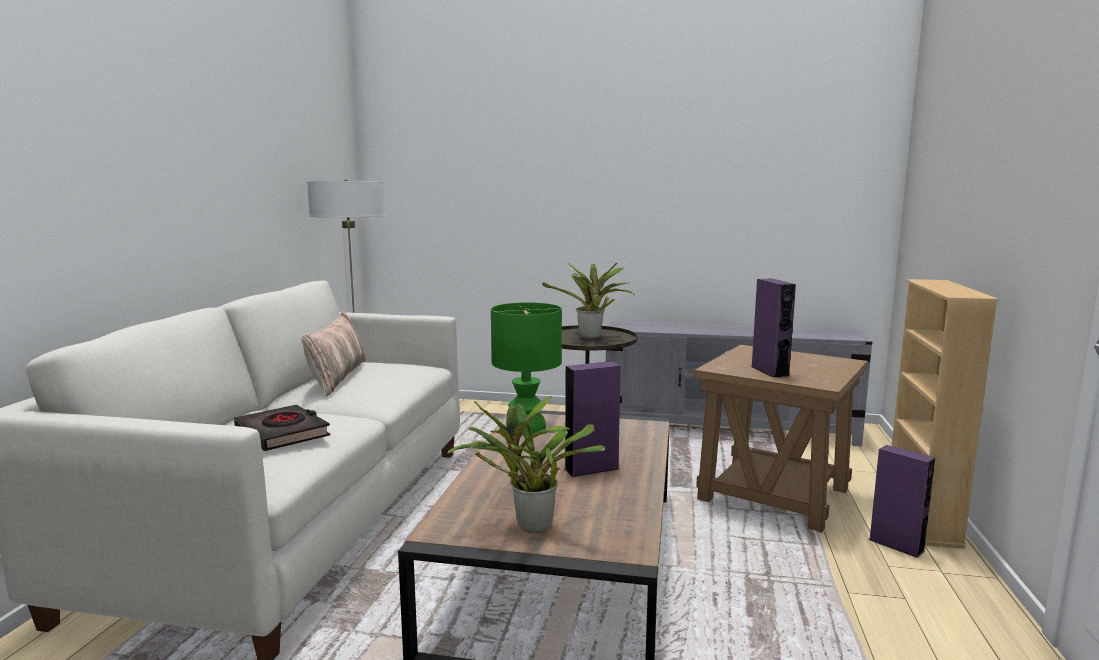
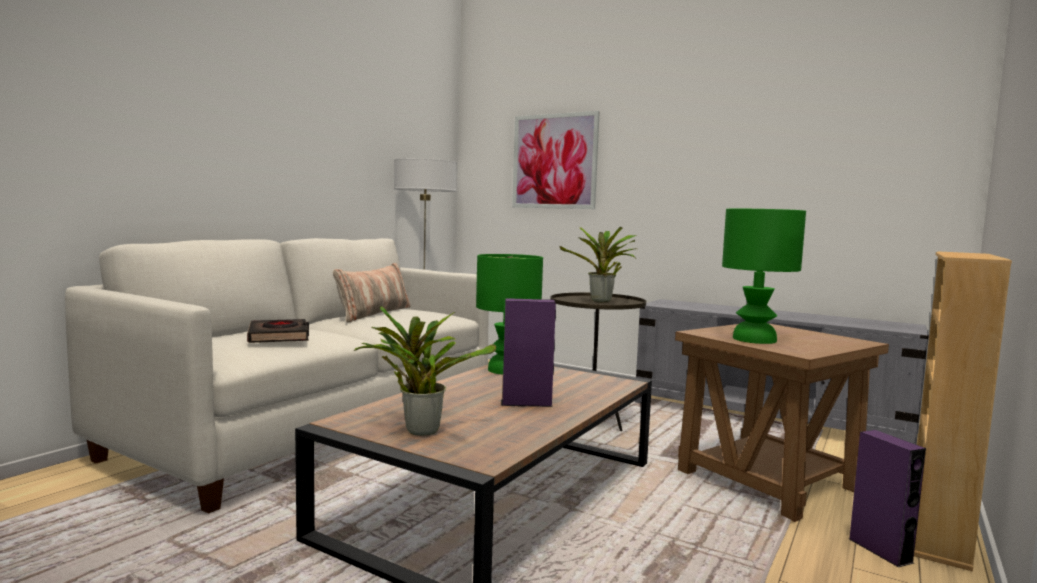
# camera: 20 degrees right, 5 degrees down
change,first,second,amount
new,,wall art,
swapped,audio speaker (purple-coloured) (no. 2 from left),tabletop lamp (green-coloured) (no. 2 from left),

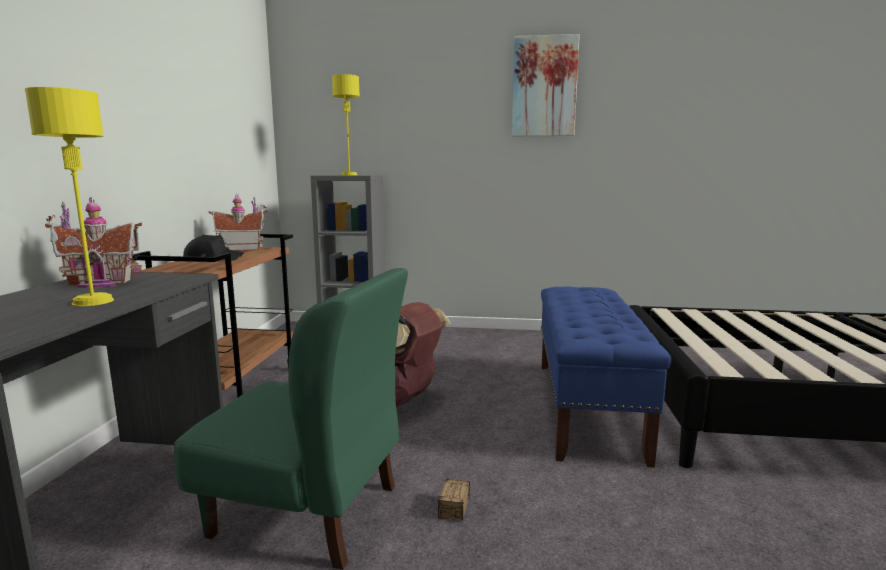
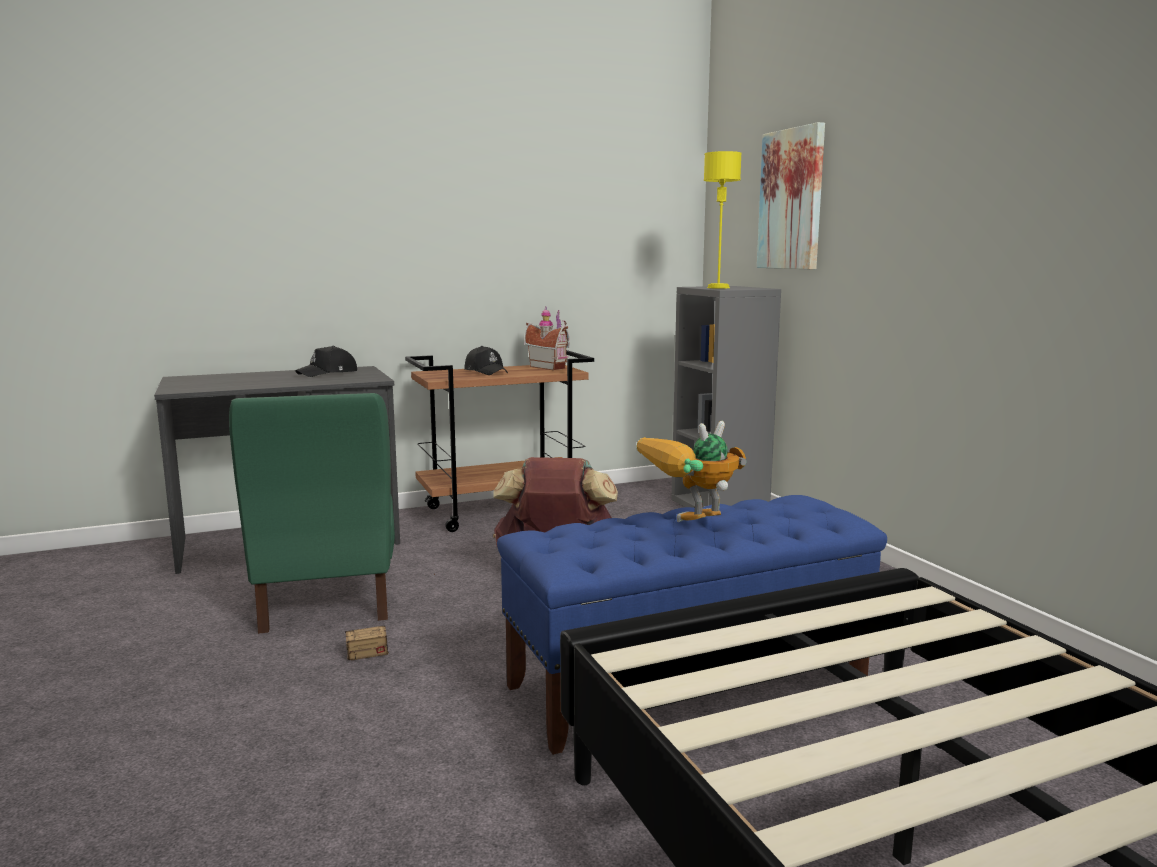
# camera: 60 degrees right, 0 degrees up
change,first,second,amount
swapped,model house (no. 1 from left),peaked cap (black) (no. 1 from left),
new,,model robot,
shifted,wall art,,
gone,tabletop lamp (yellow) (no. 1 from left),,

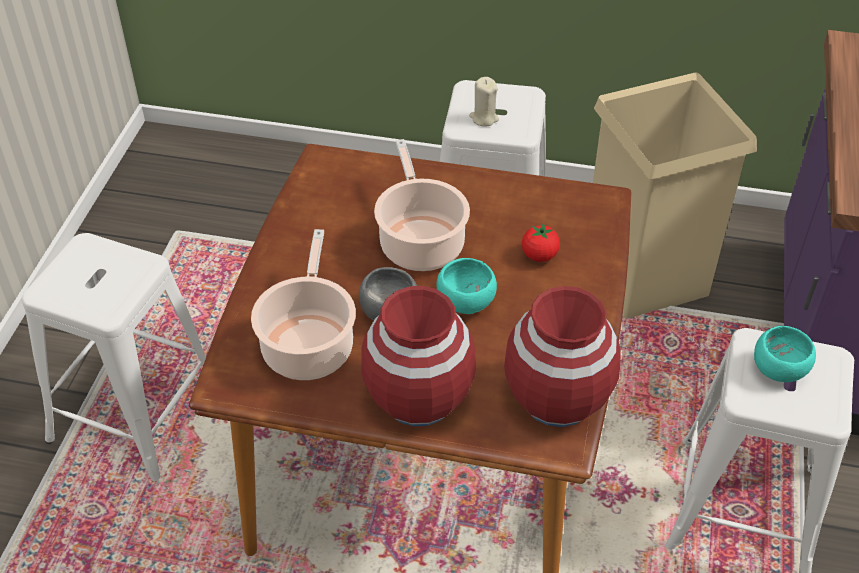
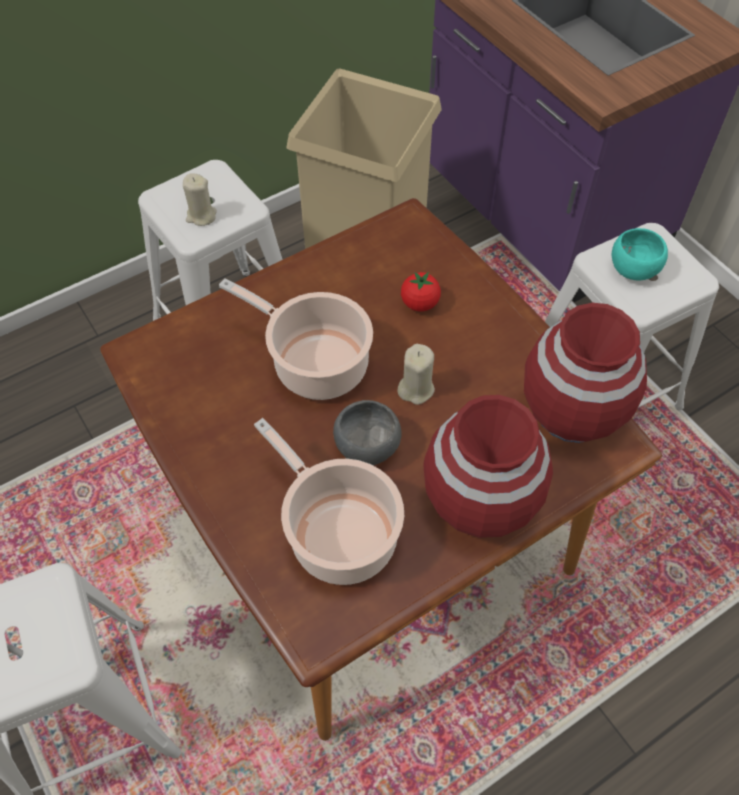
# camera: 45 degrees left, 10 degrees up
change,first,second,amount
swapped,deep dish (blue-green) (no. 1 from left),candle (beige) (no. 2 from left),

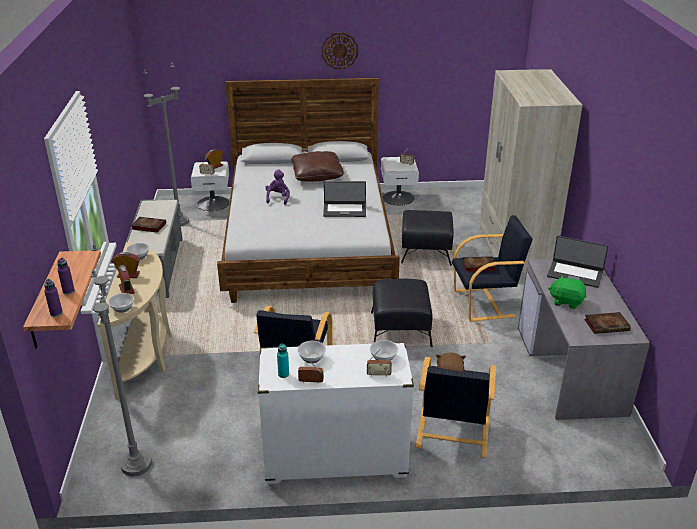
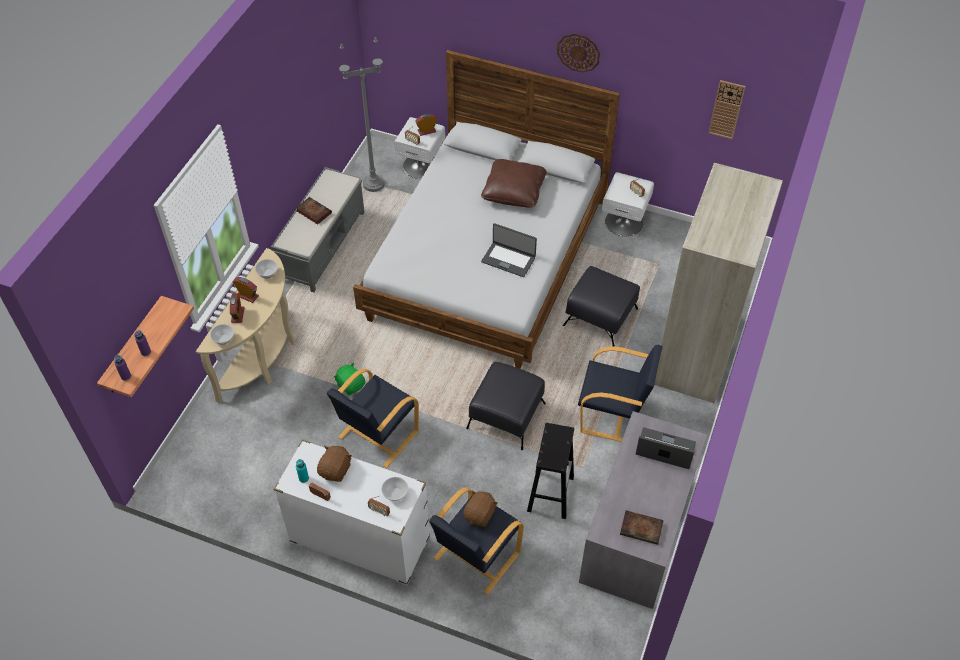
# camera: 25 degrees right, 20 degrees up
change,first,second,amount
swapped,deep dish (no. 3 from left),cuddly toy (brownish) (no. 1 from left),
shifted,cuddly toy (green-coloured),,
new,,stool (black),
rotated,notebook computer (no. 2 from left),,150 degrees clockwise
new,,clock on the wall (no. 2 from left),
gone,standard lamp (grey) (no. 1 from left),,
gone,cuddly toy (purple-coloured),,
gone,bound book (no. 2 from left),,

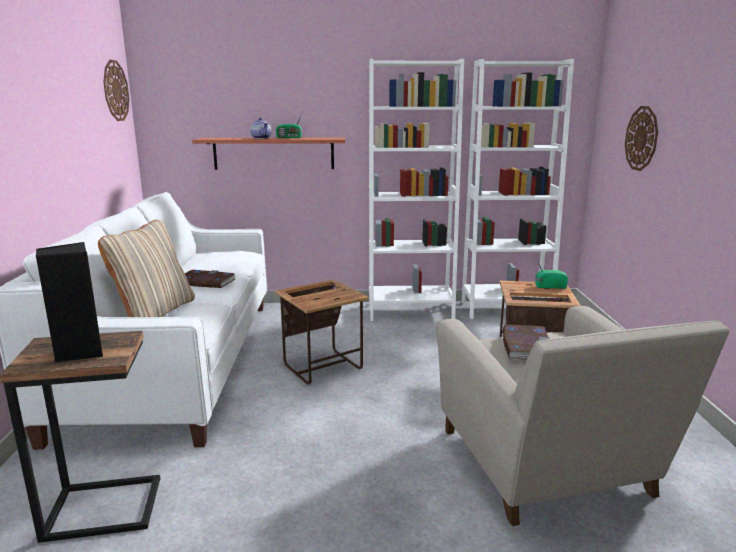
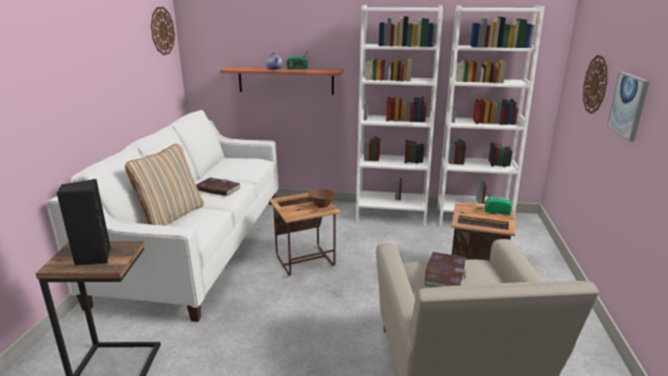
# camera: 10 degrees right, 5 degrees up
change,first,second,amount
new,,deep dish (brownish),
new,,wall art,

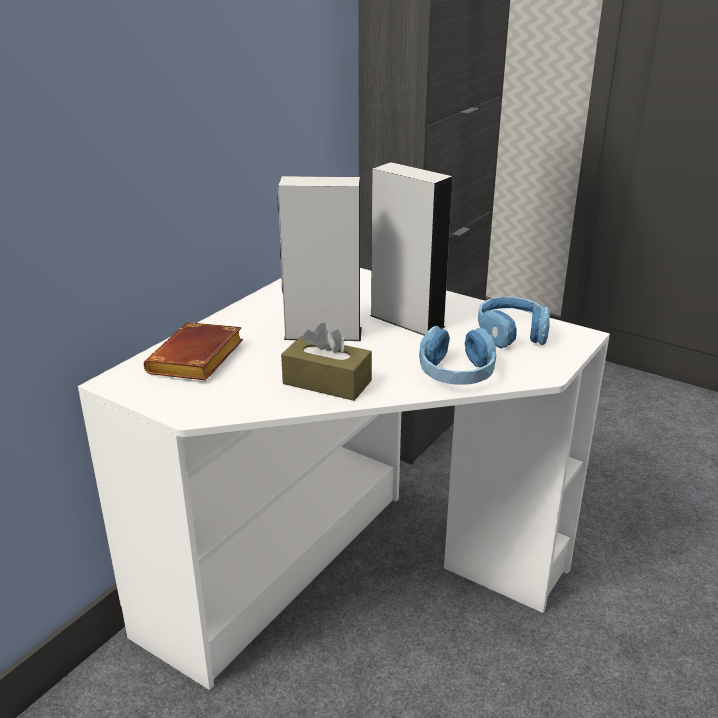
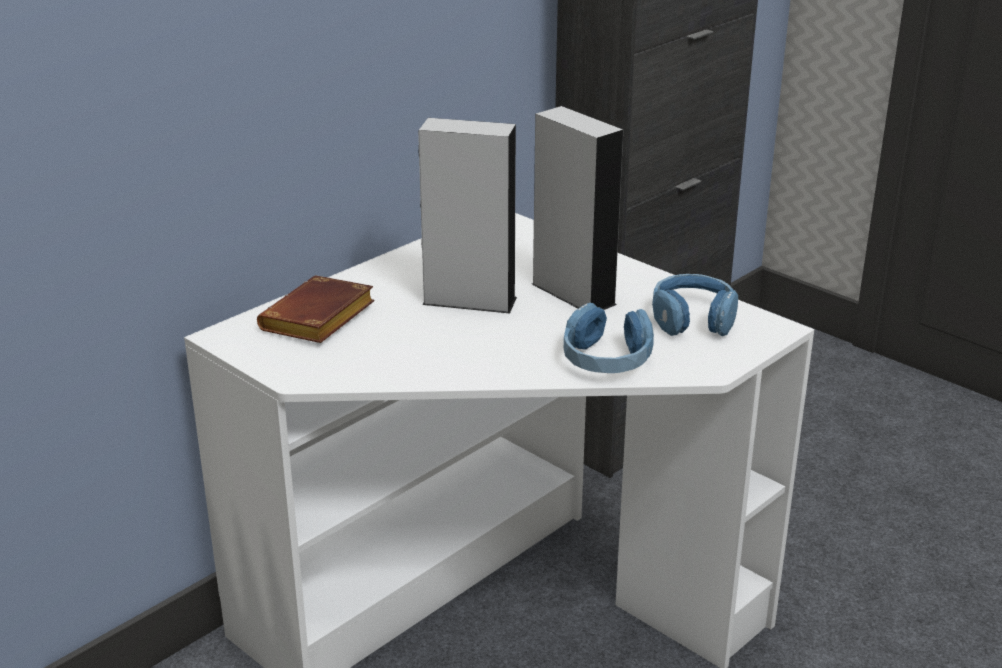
# camera: 10 degrees right, 0 degrees up
change,first,second,amount
gone,tissue holder (brownish),,

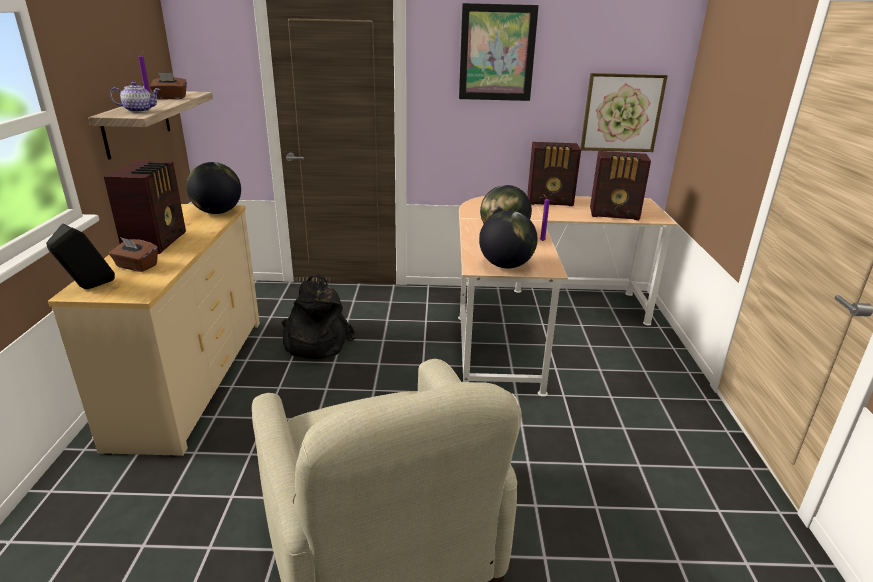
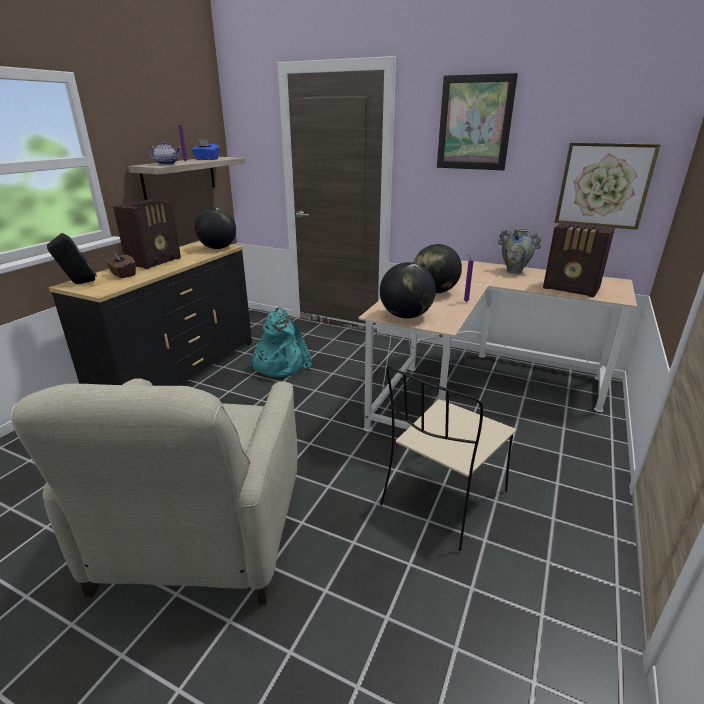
# camera: 25 degrees right, 0 degrees up
change,first,second,amount
repainted,drawer chest (beige),drawer chest (black),
repainted,tissue holder (brownish) (no. 2 from left),tissue holder (blue),
repainted,backpack (black),backpack (blue-green),
new,,chair (beige),
swapped,radio set (no. 2 from left),decorative vase,

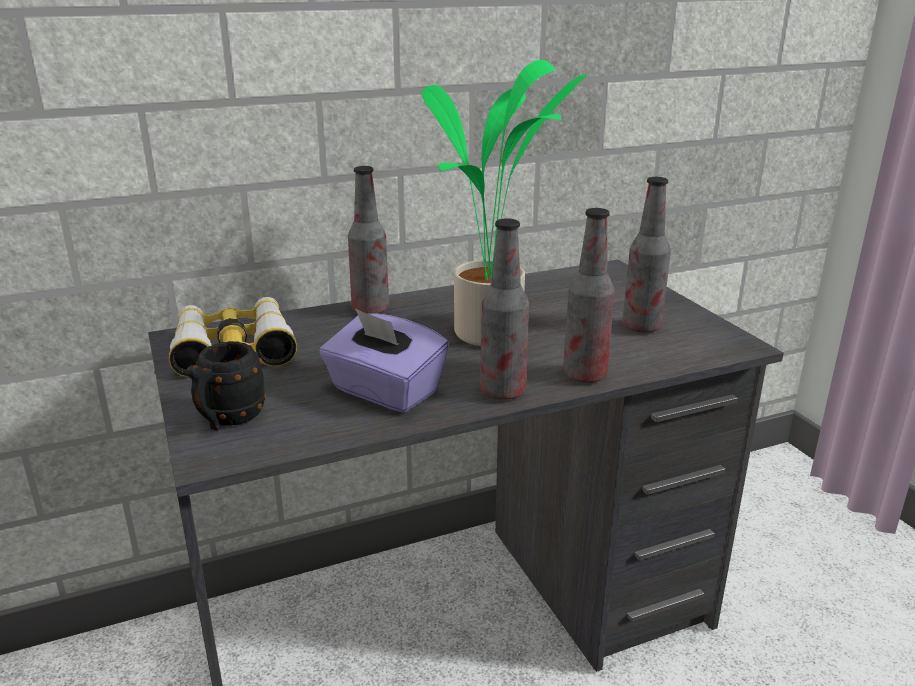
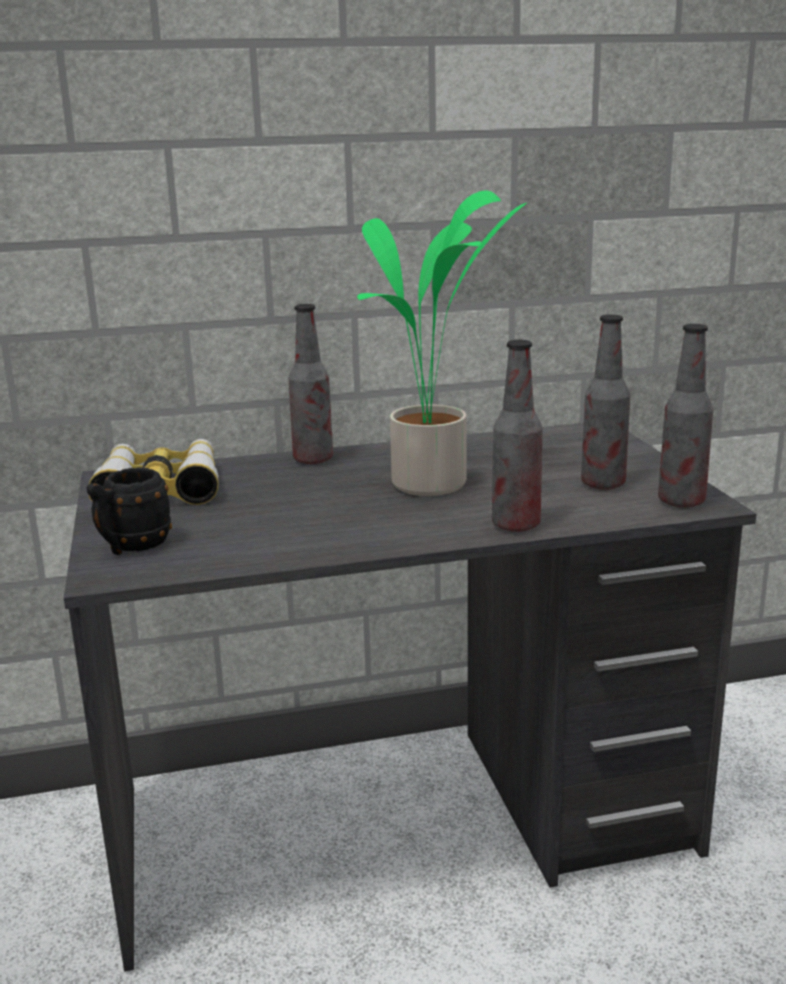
# camera: 10 degrees right, 5 degrees down
change,first,second,amount
shifted,beverage bottle (no. 2 from left in the first image),beverage bottle (no. 4 from left),
gone,tissue holder (purple-coloured),,

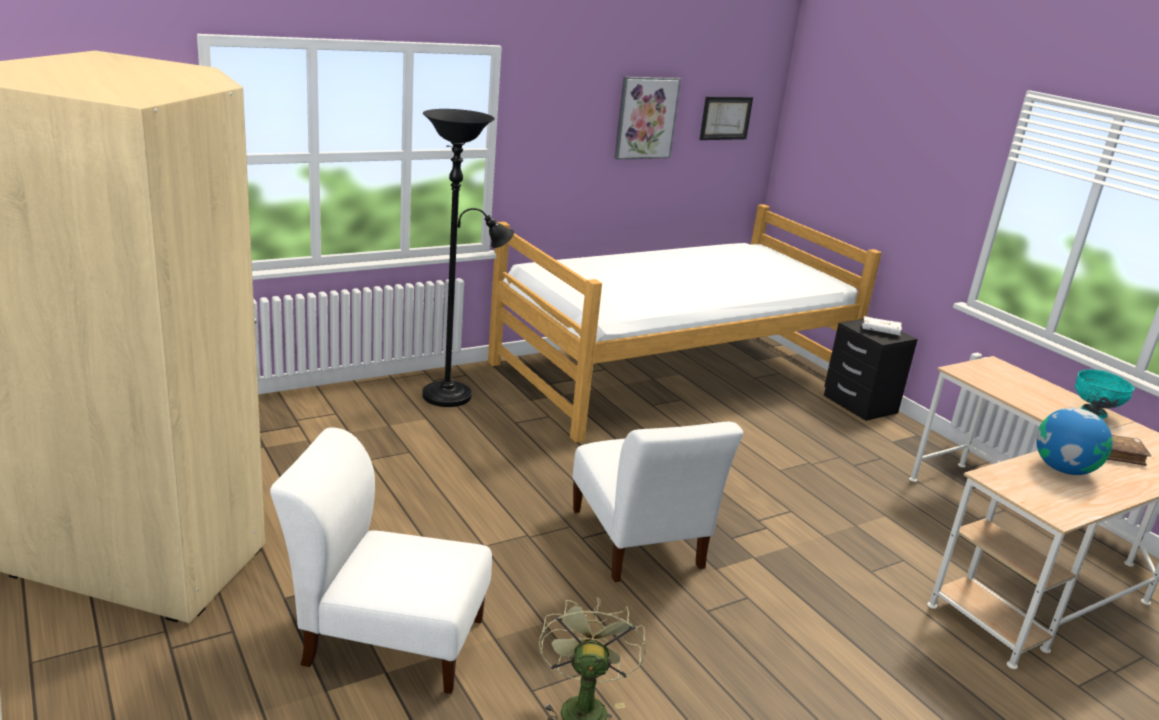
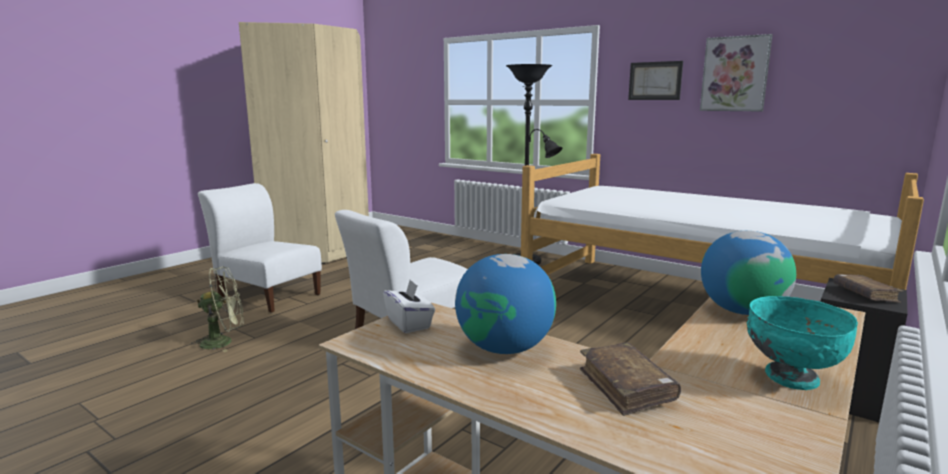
# camera: 70 degrees right, 10 degrees down
change,first,second,amount
rotated,chair (whitish) (no. 1 from left),,45 degrees counterclockwise
new,,tissue holder (whitish),
shifted,wall art (no. 2 from left in the first image),wall art (no. 1 from left),
new,,desk globe (no. 2 from left),
repainted,bound book (whitish),bound book (brownish) (no. 2 from left),

